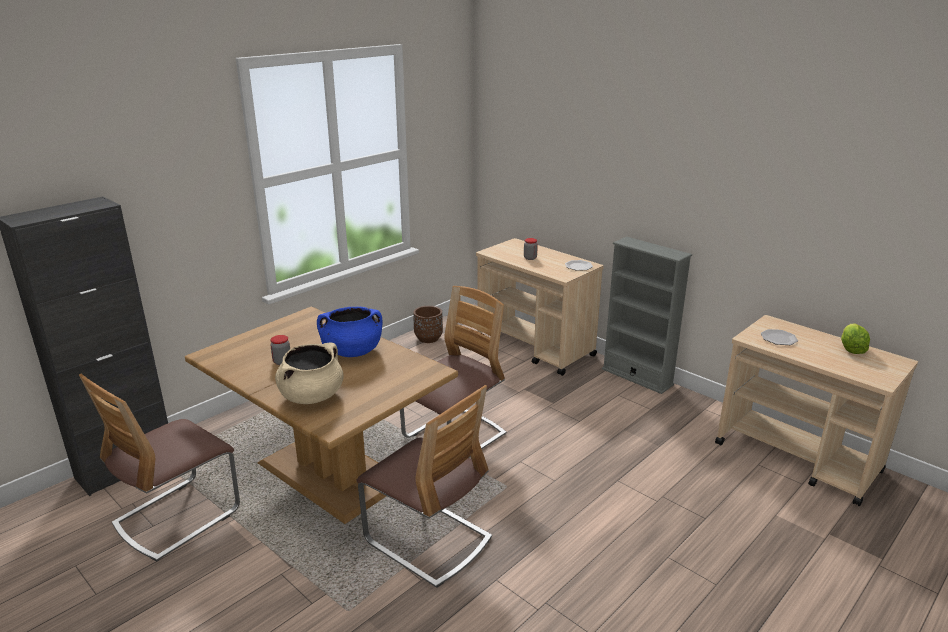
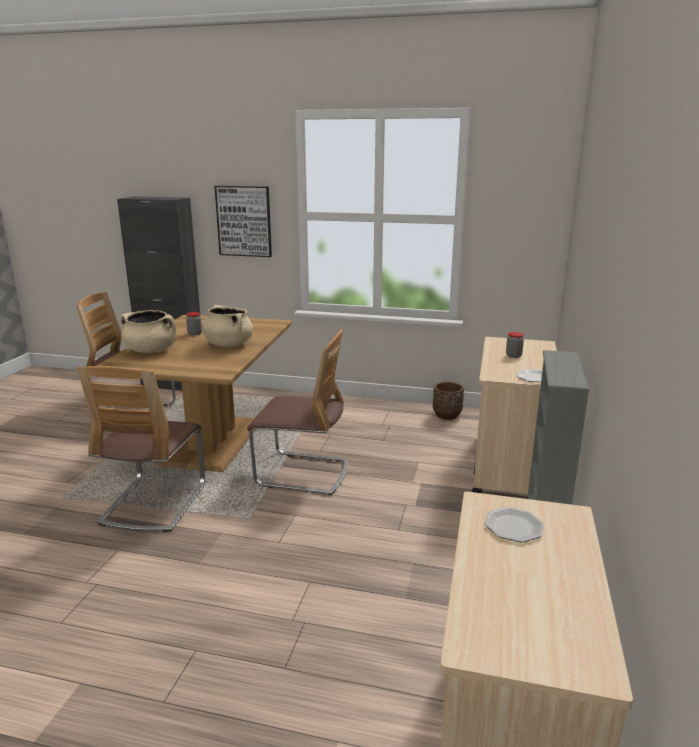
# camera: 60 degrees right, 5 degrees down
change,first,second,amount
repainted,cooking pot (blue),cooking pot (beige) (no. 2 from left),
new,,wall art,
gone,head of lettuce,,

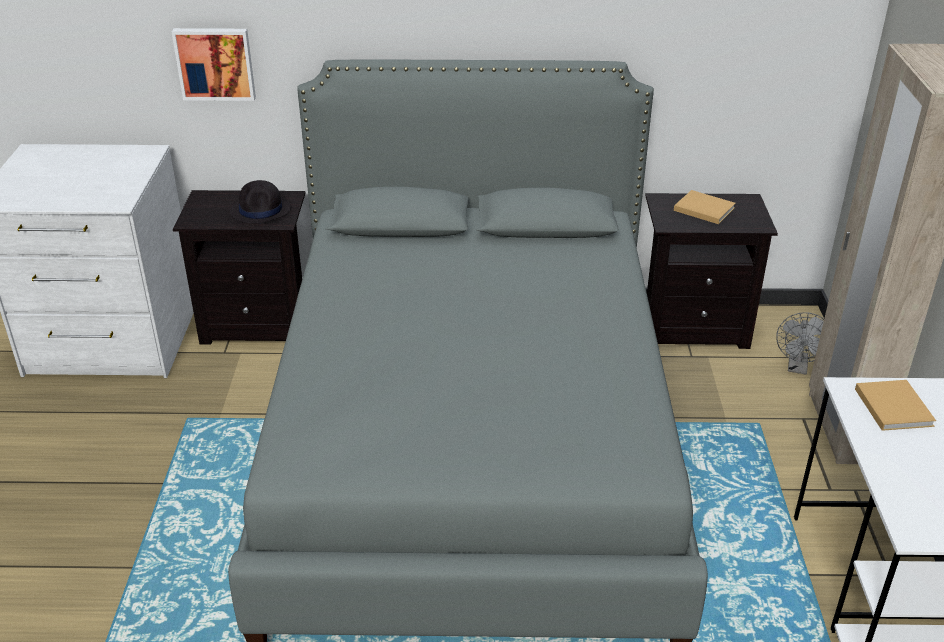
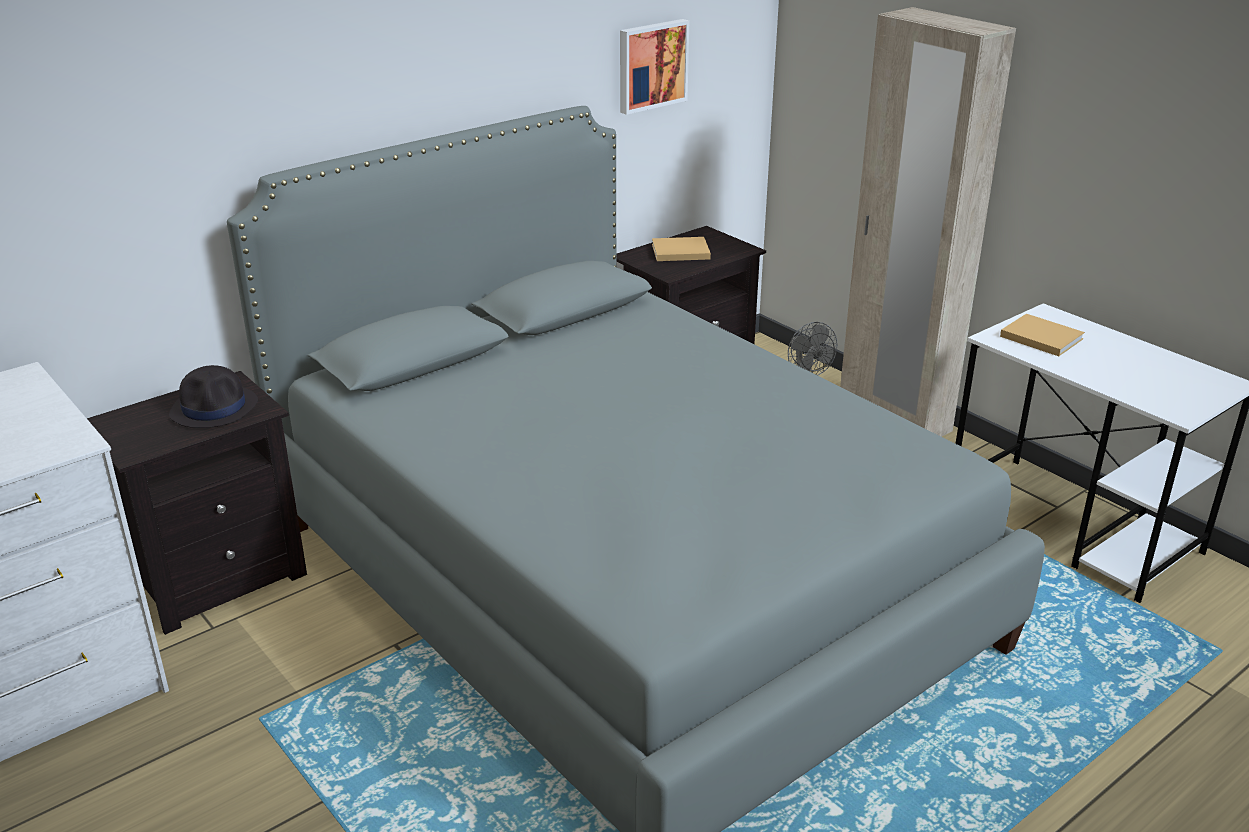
# camera: 40 degrees left, 5 degrees down
change,first,second,amount
shifted,wall art,,

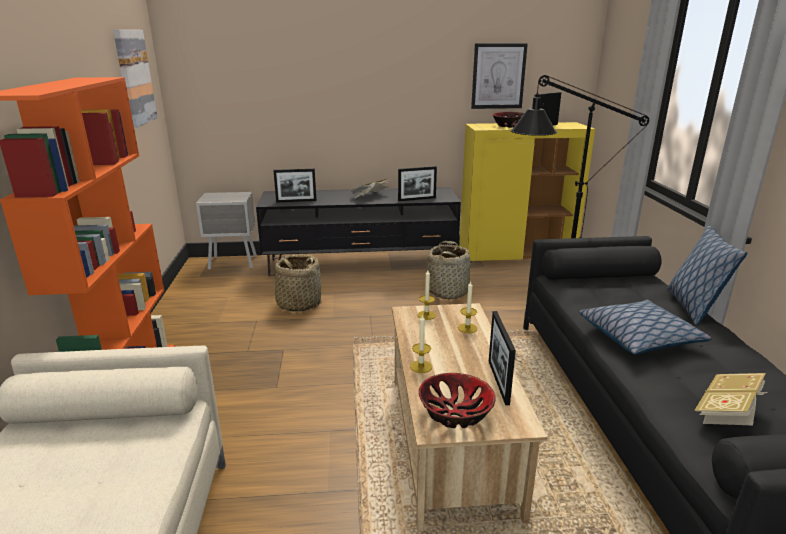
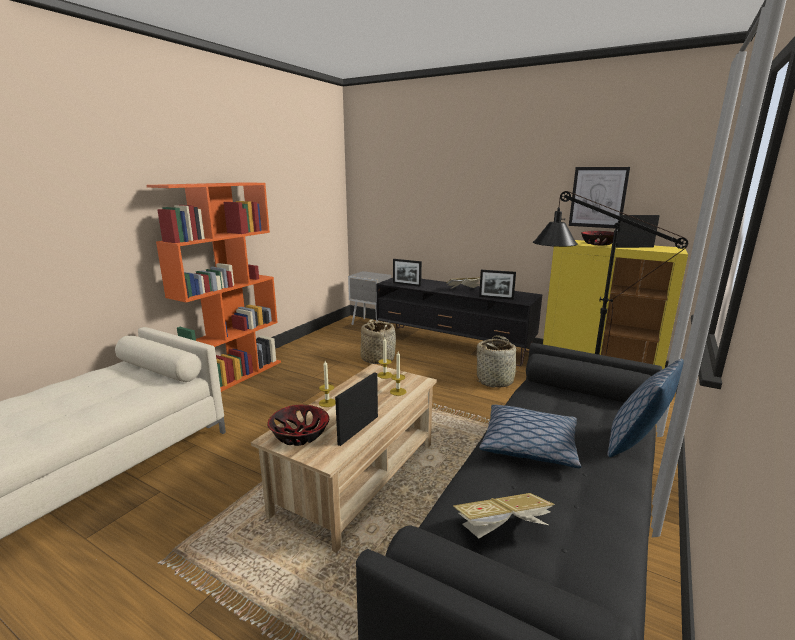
# camera: 35 degrees right, 5 degrees down
change,first,second,amount
gone,wall art (no. 1 from left),,

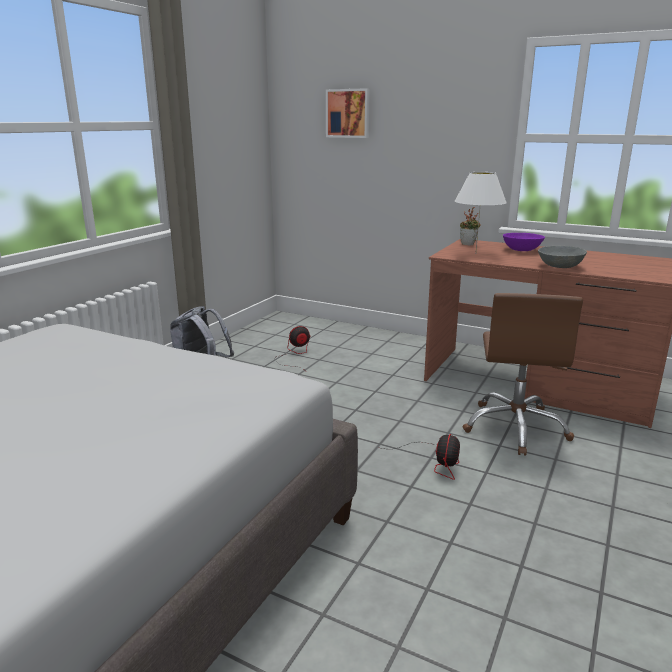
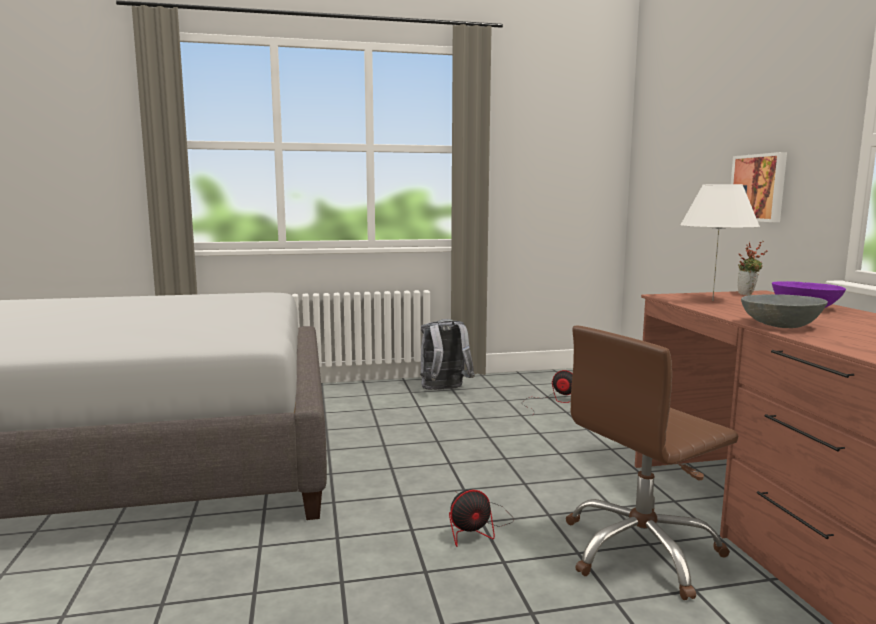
# camera: 50 degrees right, 10 degrees down
change,first,second,amount
shifted,wall art,,

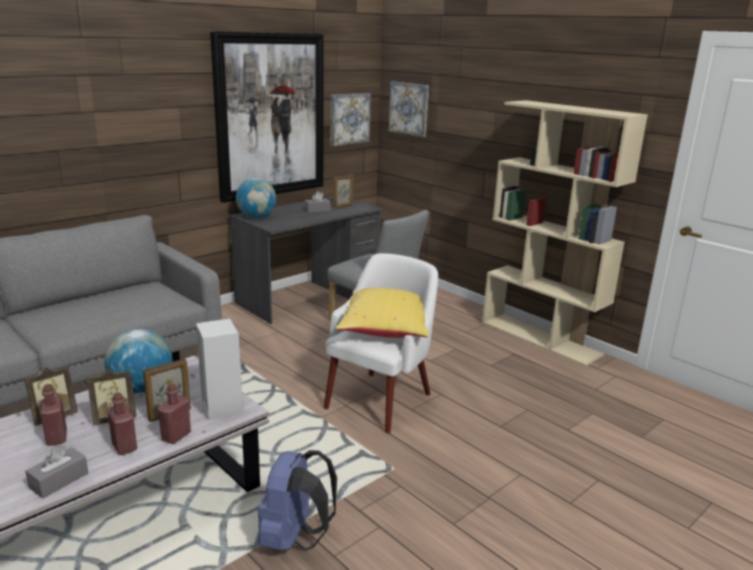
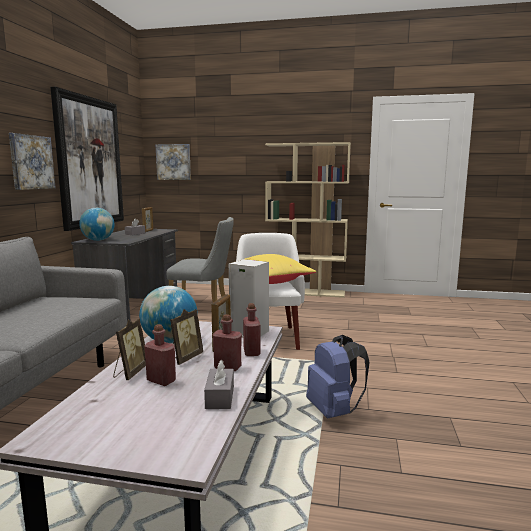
# camera: 35 degrees left, 10 degrees down
change,first,second,amount
shifted,wall art (no. 2 from left in the first image),wall art (no. 1 from left),

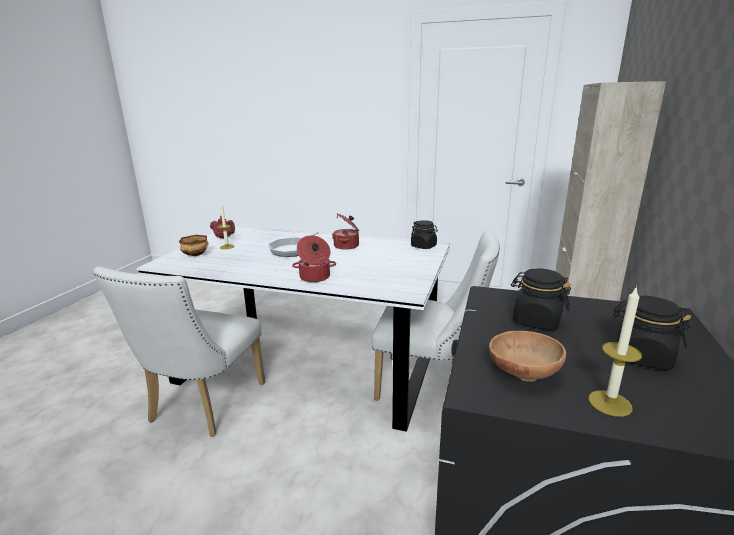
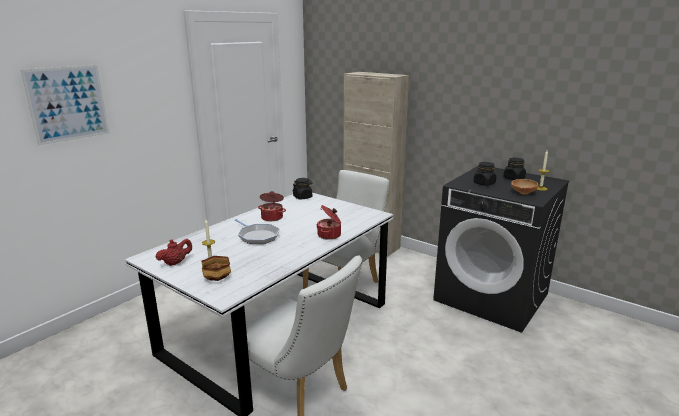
# camera: 70 degrees left, 0 degrees up
change,first,second,amount
new,,wall art,

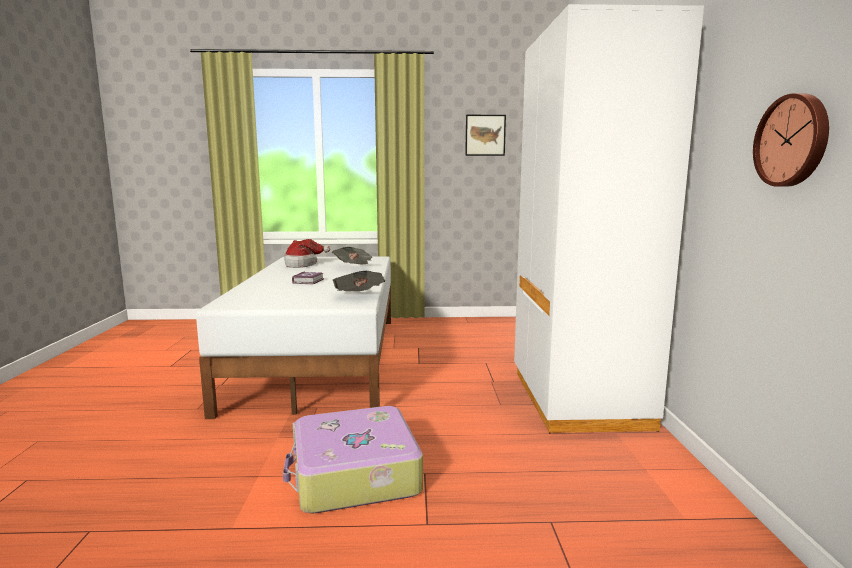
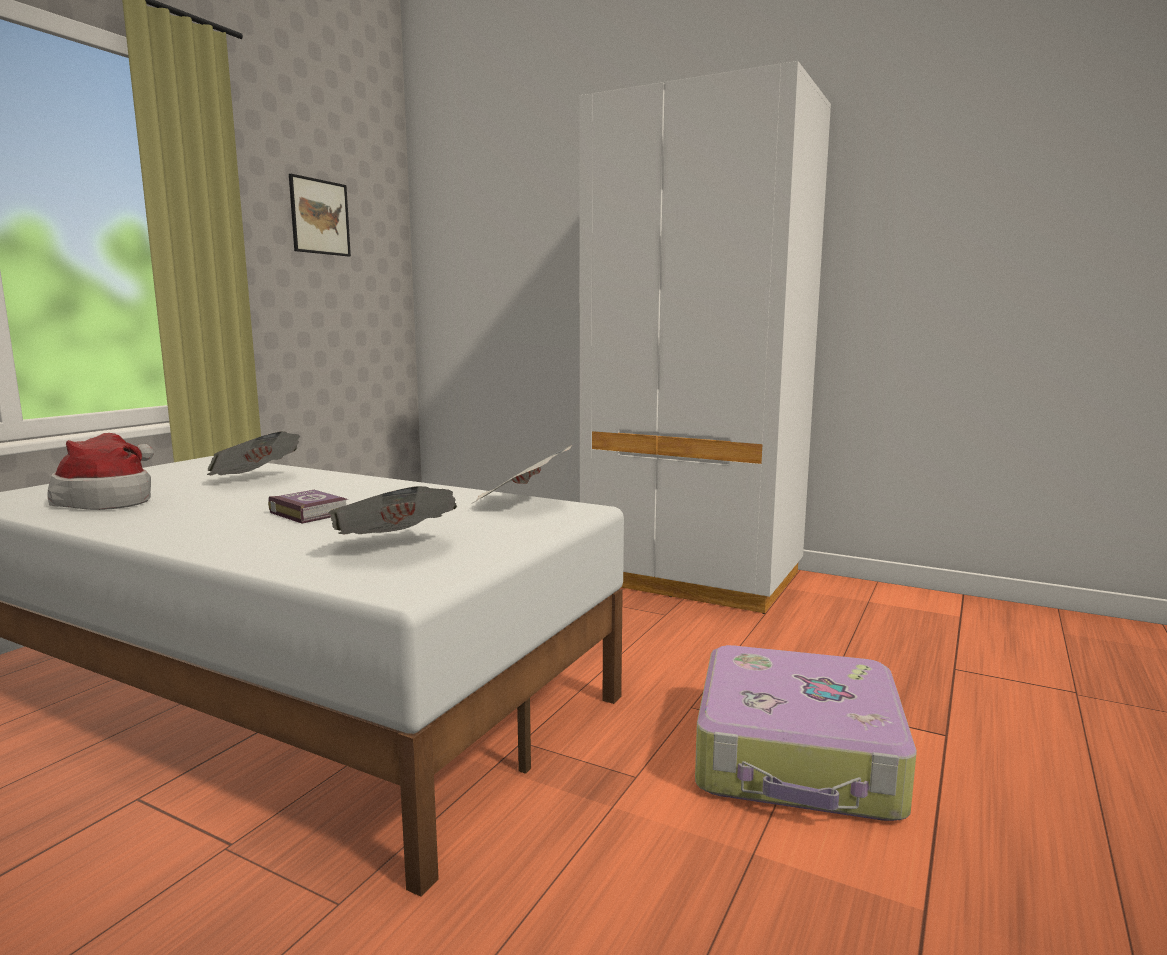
# camera: 60 degrees left, 0 degrees up
change,first,second,amount
new,,daily paper (no. 2 from left),
gone,clock on the wall,,

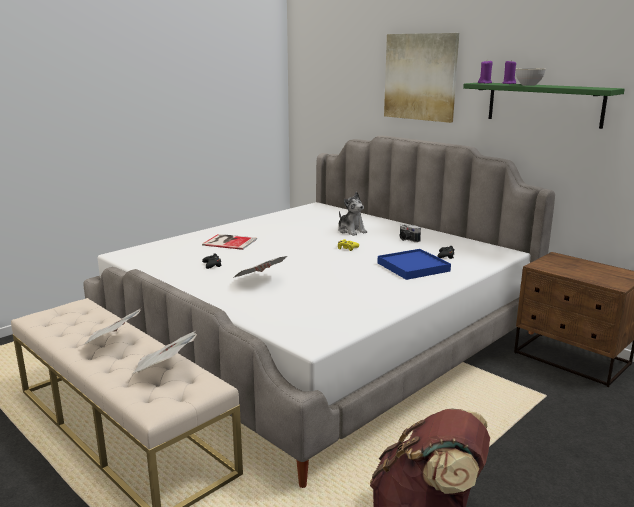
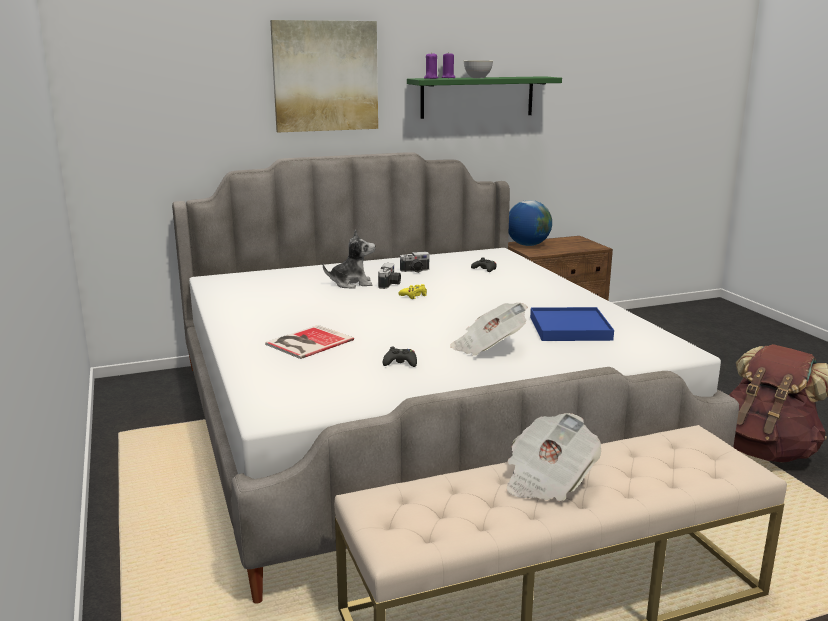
# camera: 65 degrees left, 0 degrees up
change,first,second,amount
new,,still camera (no. 1 from left),
new,,desk globe,
shifted,tray (blue),,
gone,daily paper (no. 2 from left),,

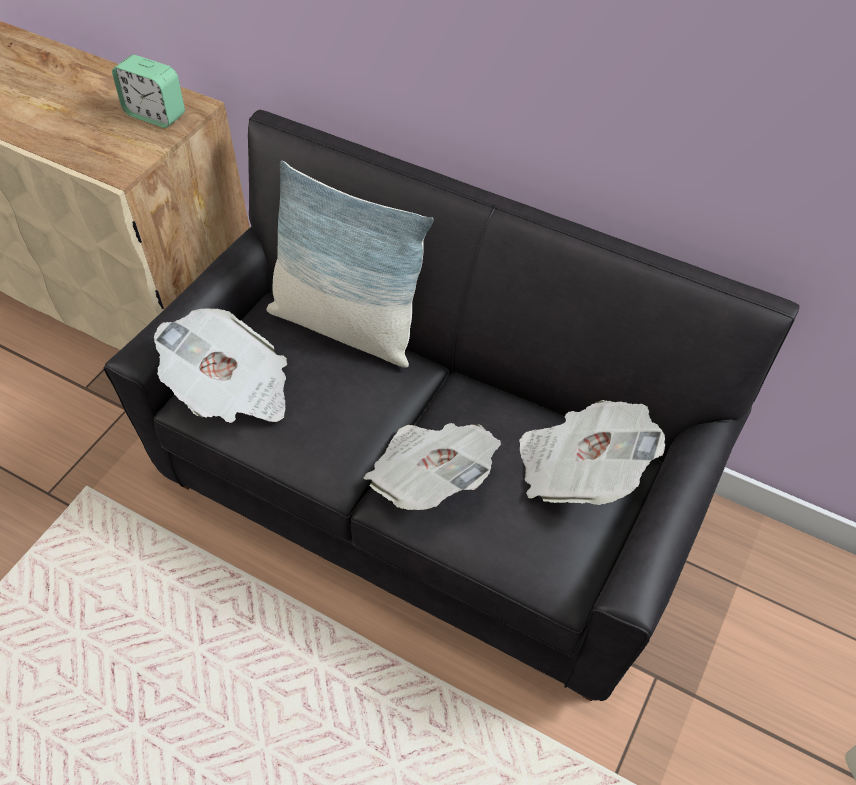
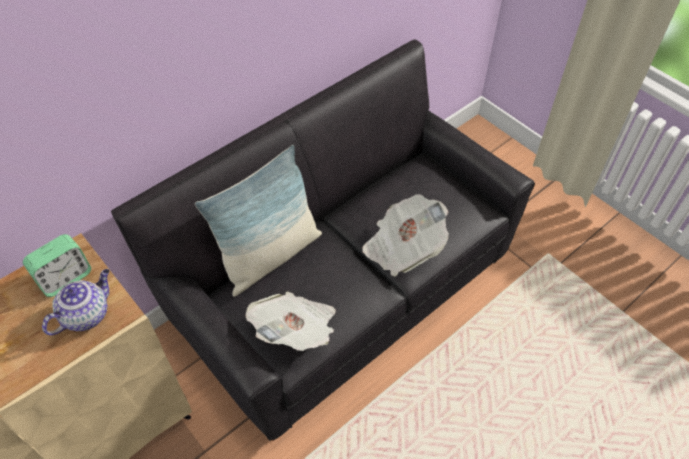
# camera: 70 degrees left, 0 degrees up
change,first,second,amount
new,,teapot,
gone,daily paper (no. 3 from left),,

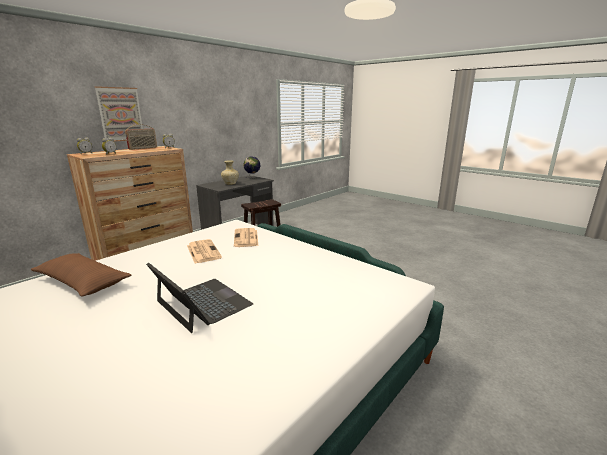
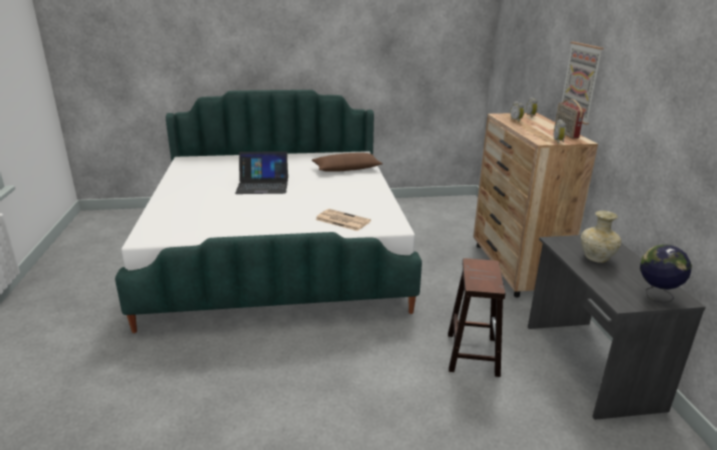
# camera: 130 degrees right, 5 degrees up
change,first,second,amount
gone,daily paper (no. 1 from left),,

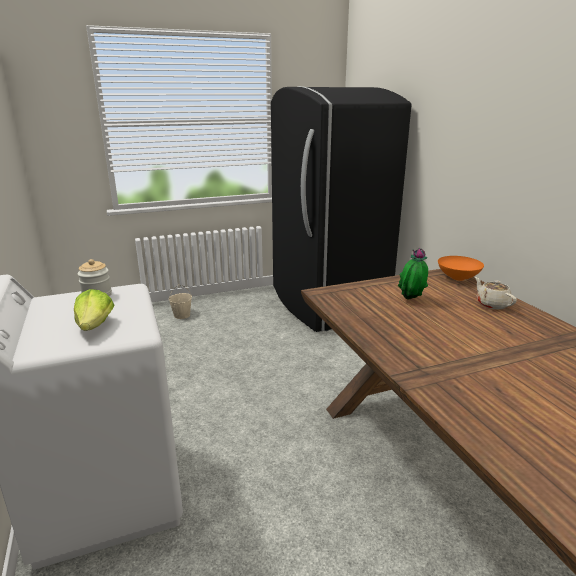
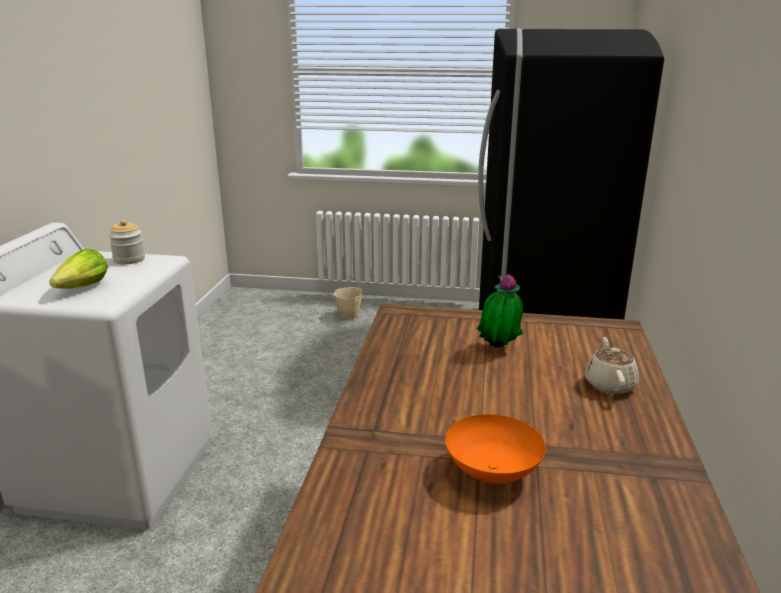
# camera: 30 degrees right, 0 degrees up
change,first,second,amount
shifted,deep dish (orange-coloured),,

